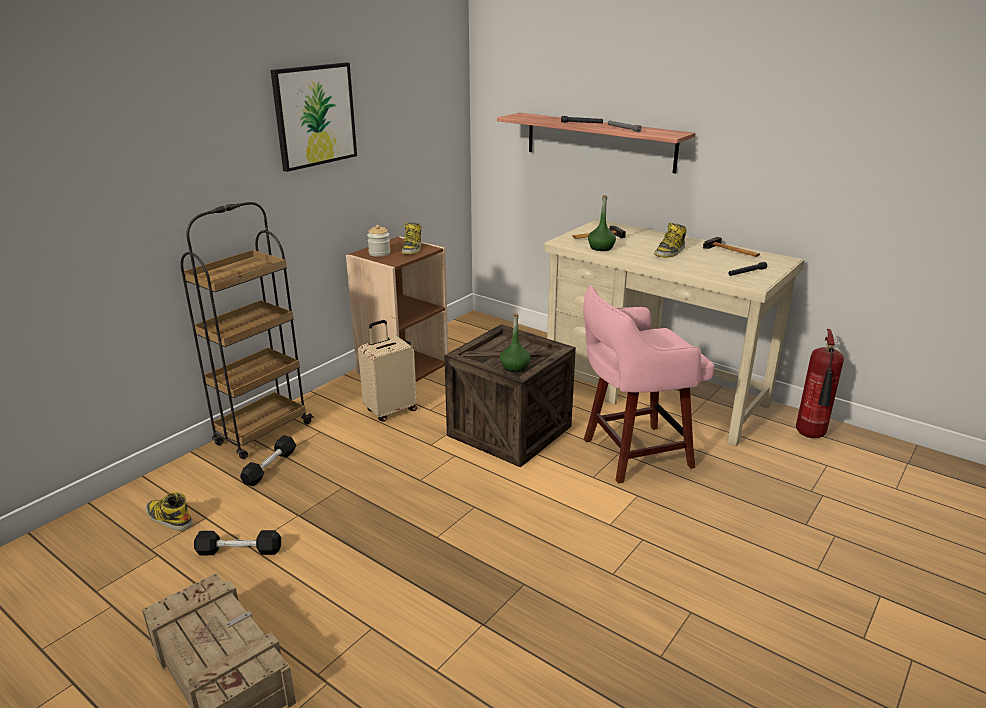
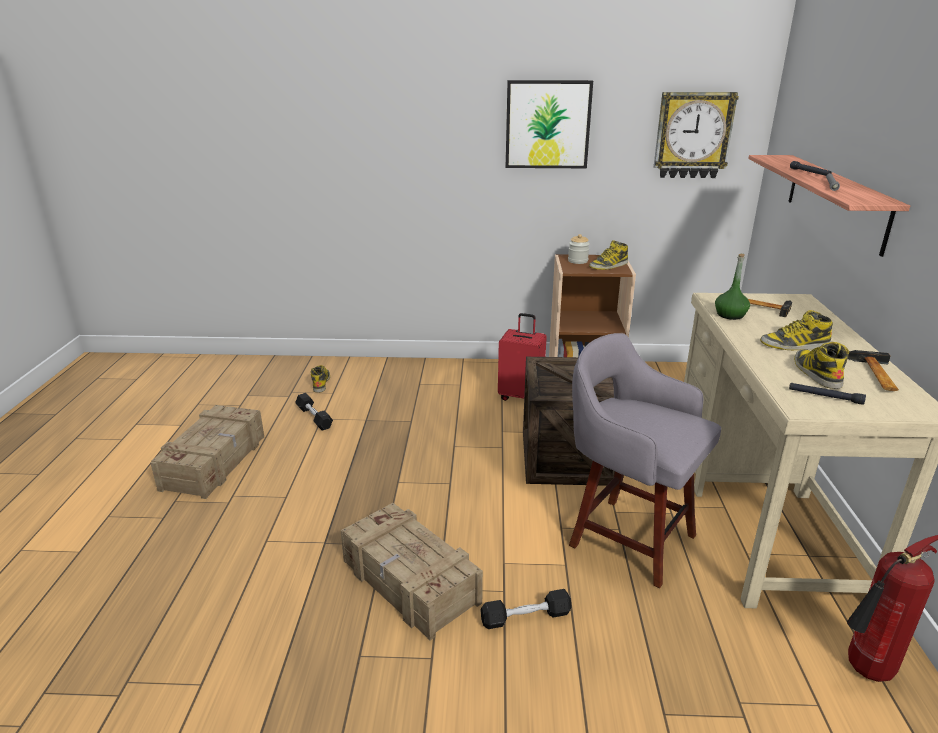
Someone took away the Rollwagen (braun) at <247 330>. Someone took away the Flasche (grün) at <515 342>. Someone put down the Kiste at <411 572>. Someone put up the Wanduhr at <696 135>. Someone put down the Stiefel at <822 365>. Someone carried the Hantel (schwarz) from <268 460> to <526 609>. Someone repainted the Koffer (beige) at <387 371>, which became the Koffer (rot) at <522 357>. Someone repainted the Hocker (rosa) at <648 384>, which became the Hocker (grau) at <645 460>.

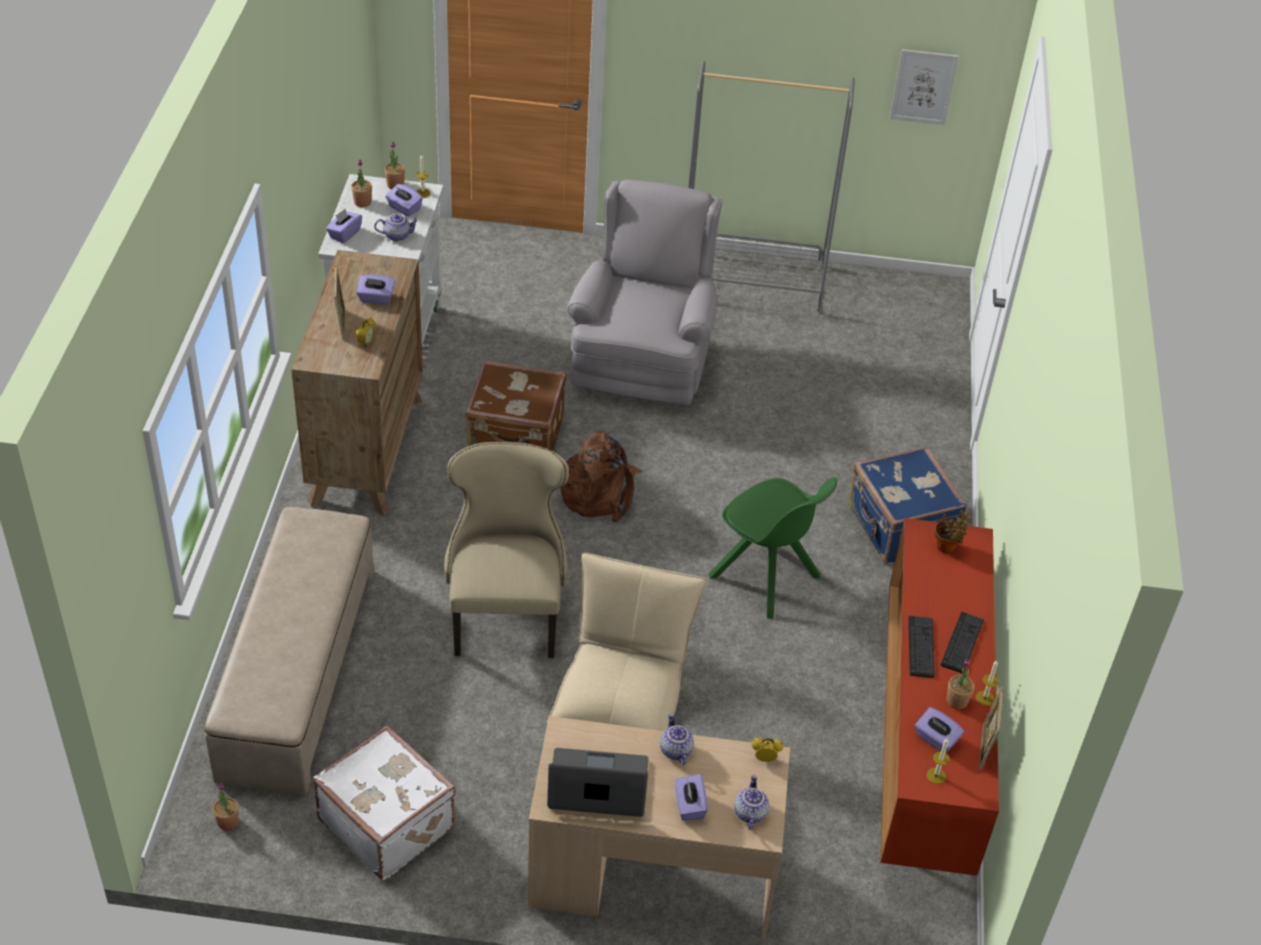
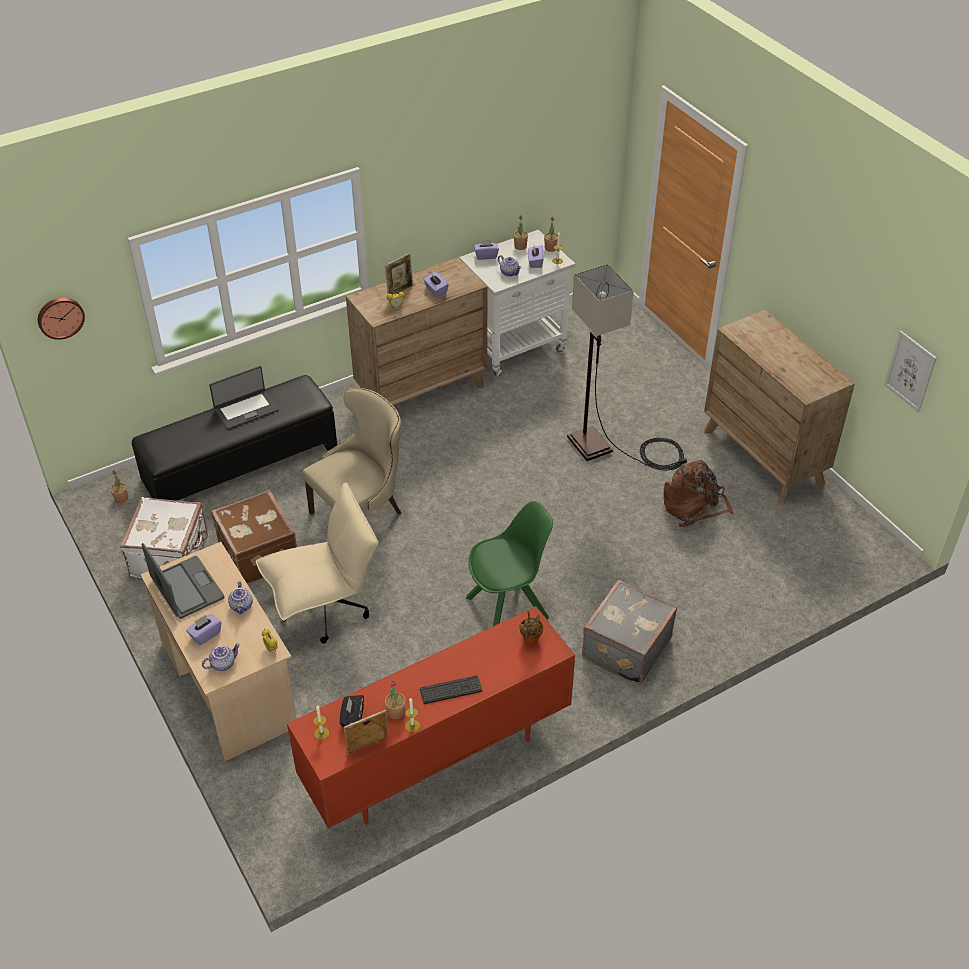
Someone took away the Tastatur at <921 647>. Someone put up the Wanduhr at <61 319>. Someone put down the Laptop at <243 397>. Someone carried the Koffer (braun) from <515 405> to <254 537>. Someone carried the Rucksack (braun) from <601 477> to <699 493>. Someone swapped the Sessel (grau) at <645 292> for the Stehlampe at <627 367>. Someone swapped the Kleiderständer (grau) at <771 186> for the Kommode (braun) at <779 407>. Someone repainted the Bank (beige) at <289 651>, which became the Bank (schwarz) at <234 438>. Someone repainted the Koffer (blau) at <907 505>, which became the Koffer (grau) at <629 632>. Someone repainted the Taschentuchbox (lila) at <939 730>, which became the Taschentuchbox (schwarz) at <352 711>. Someone rotated the Teekanne at <677 739> by 135 degrees clockwise. Someone rotated the Stuhl (grün) at <772 548> by 120 degrees counterclockwise.

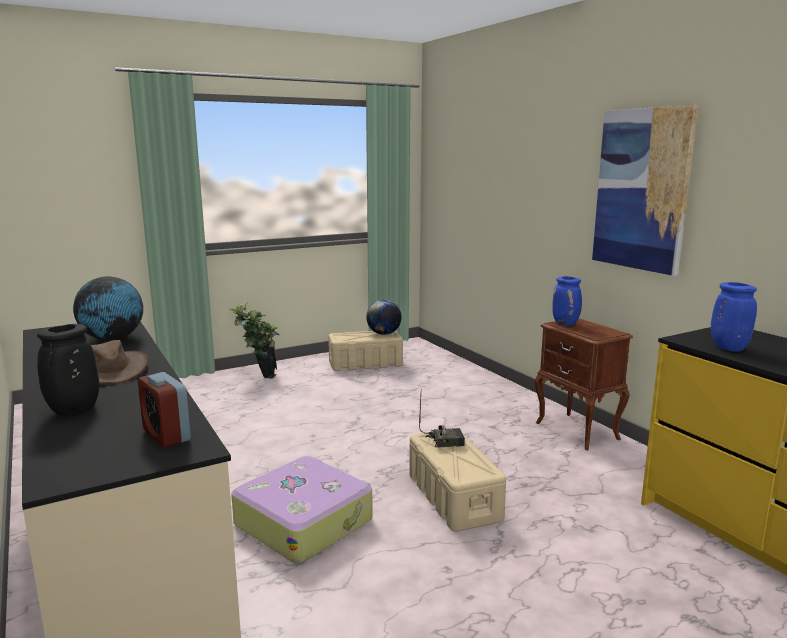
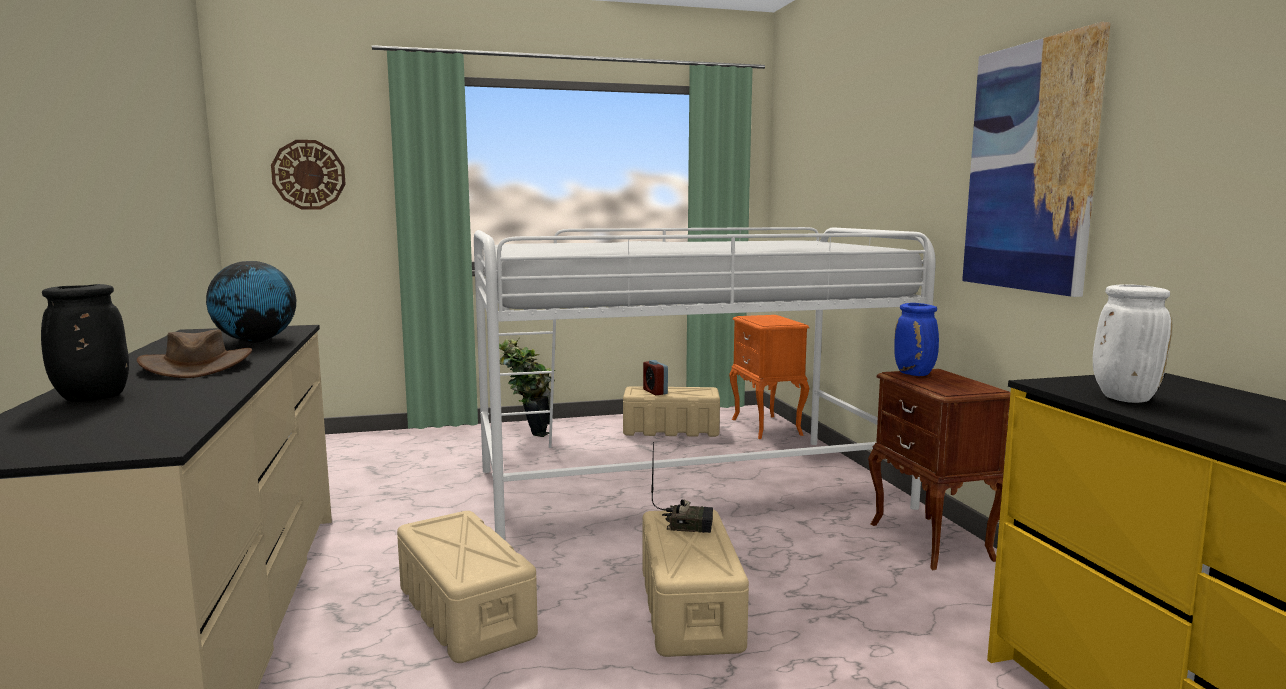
Someone took away the Globus at <384 317>. Someone put up the Wanduhr at <308 174>. Someone put down the Bett (weiß) at <705 384>. Someone put down the Nachttisch (orange) at <769 377>. Someone carried the Wecker from <164 410> to <655 377>. Someone swapped the Koffer at <302 509> for the Aufbewahrungsbox (beige) at <467 587>. Someone repainted the Vase (blau) at <734 317>, which became the Vase (weiß) at <1132 343>.

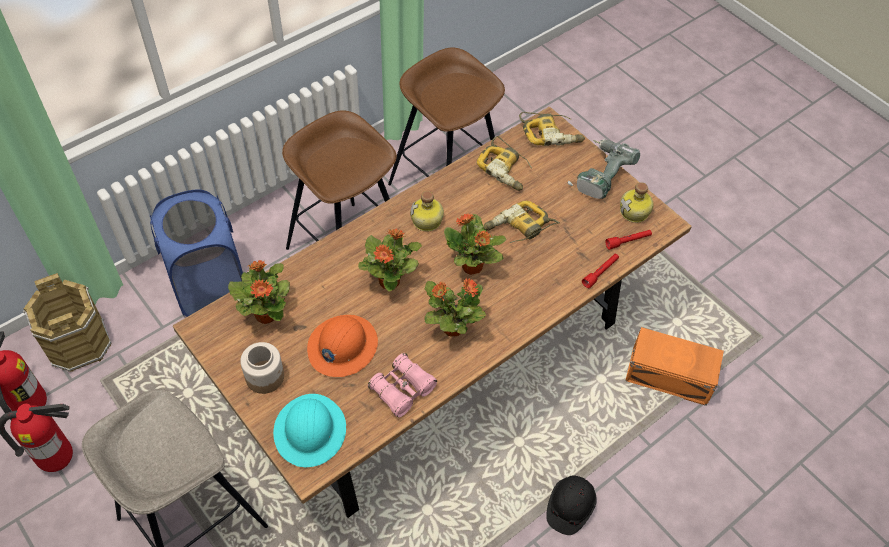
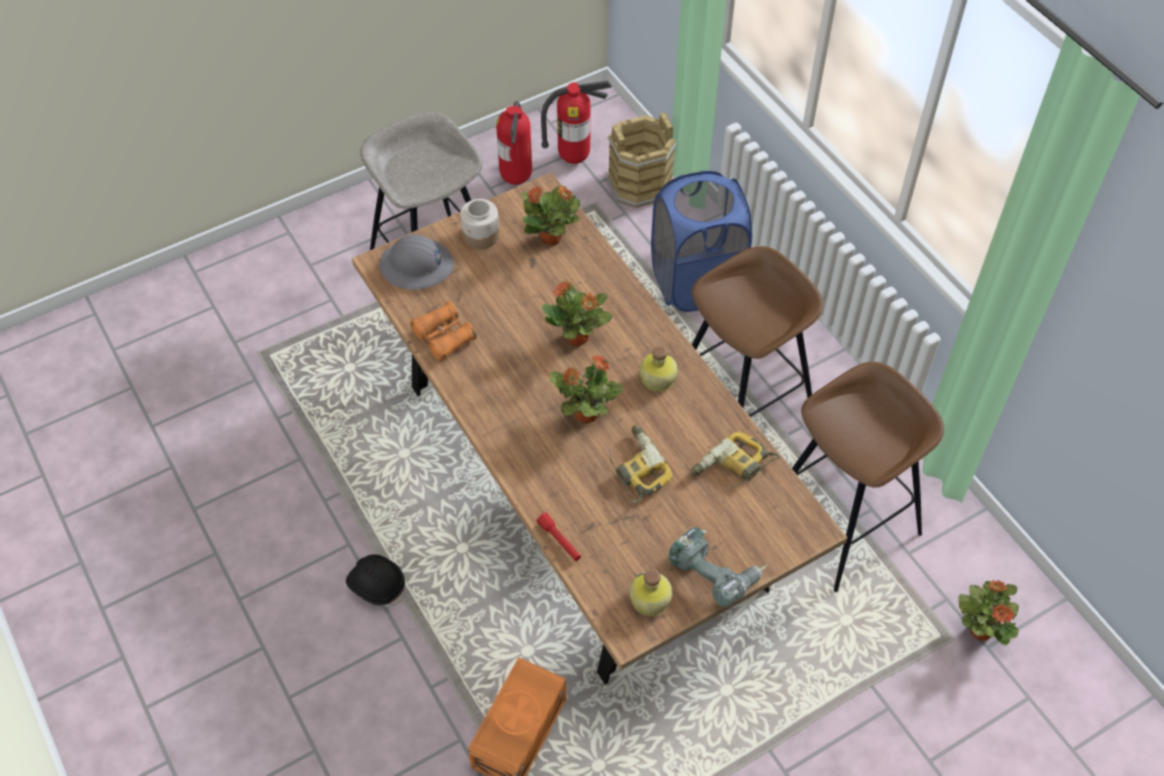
Someone took away the Schutzhelm (orange) at <342 346>. Someone took away the Bohrmaschine at <552 129>. Someone took away the Taschenlampe (rot) at <628 240>. Someone carried the Topfpflanze from <455 307> to <988 613>. Someone repainted the Schutzhelm (türkis) at <309 431>, which became the Schutzhelm (grau) at <416 262>. Someone repainted the Fernglas (rosa) at <402 385>, which became the Fernglas (orange) at <443 331>.

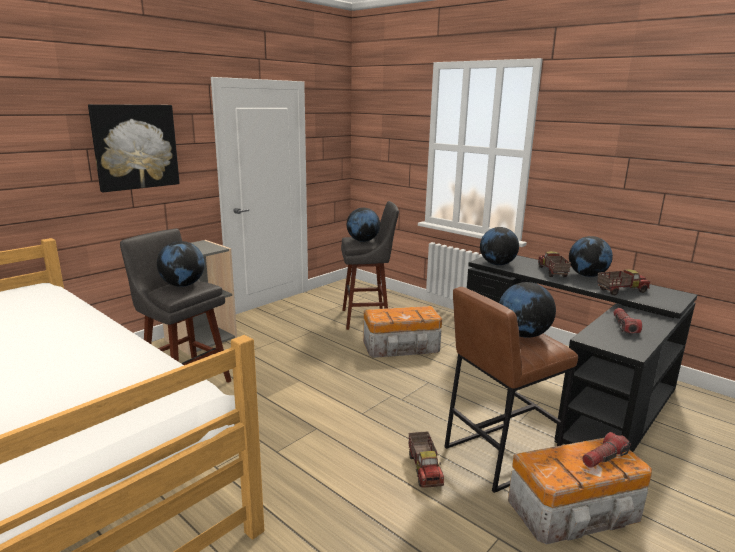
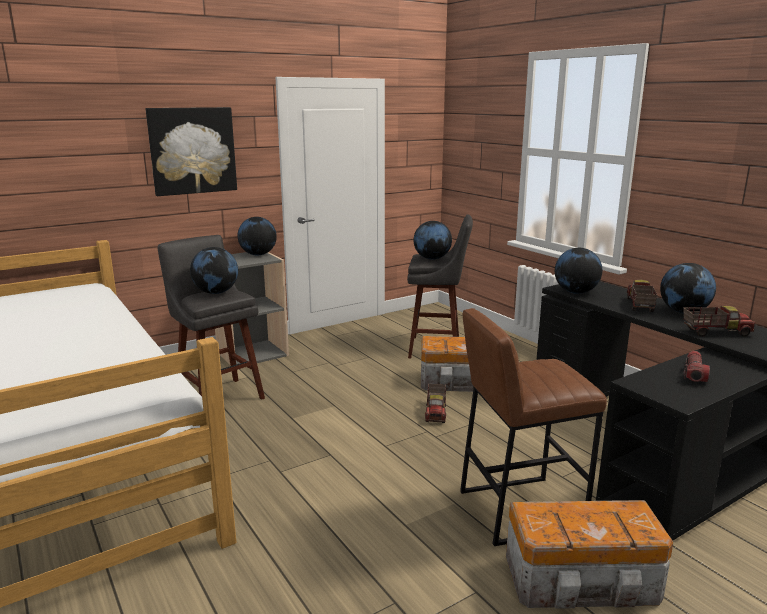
Someone took away the Taschenlampe at <606 450>. Someone carried the Spielzeuglaster from <426 459> to <435 403>. Someone carried the Globus from <527 310> to <257 236>.

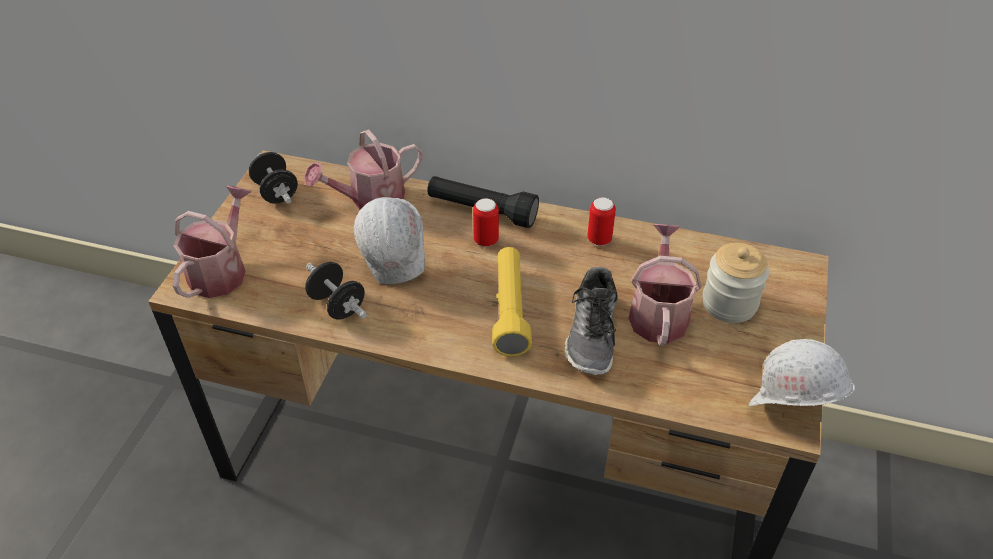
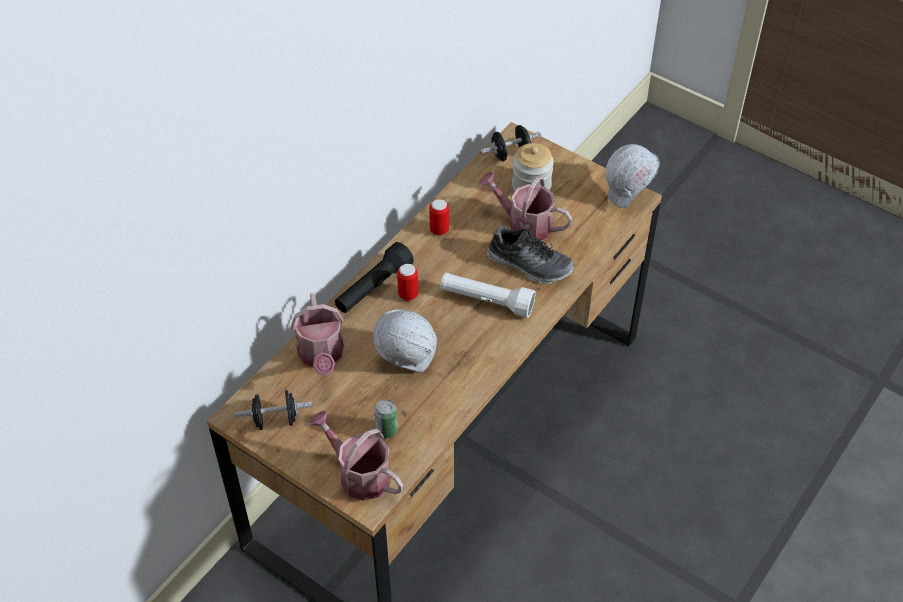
Someone put down the Dose at <386 418>. Someone carried the Hantel (schwarz) from <336 291> to <510 143>. Someone repainted the Taschenlampe (gelb) at <512 301>, which became the Taschenlampe (weiß) at <488 295>.

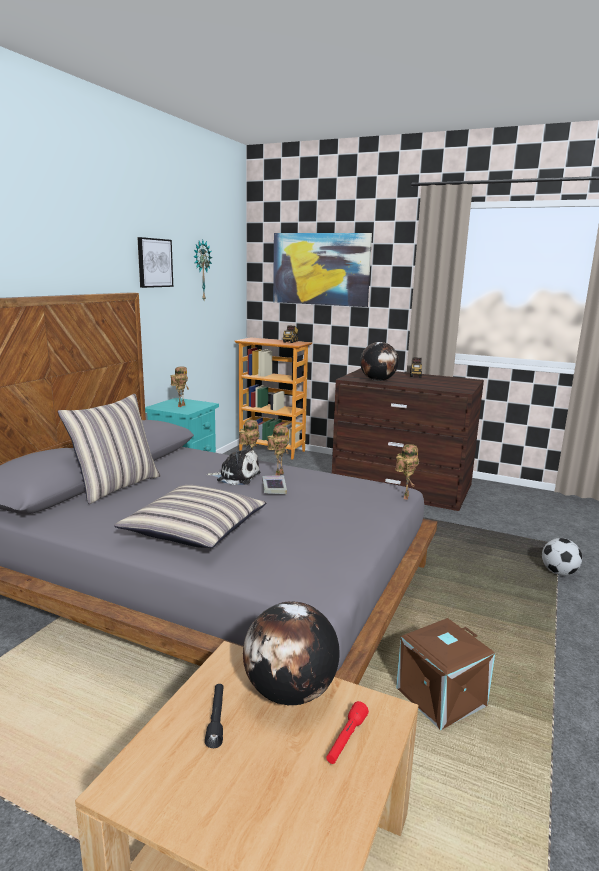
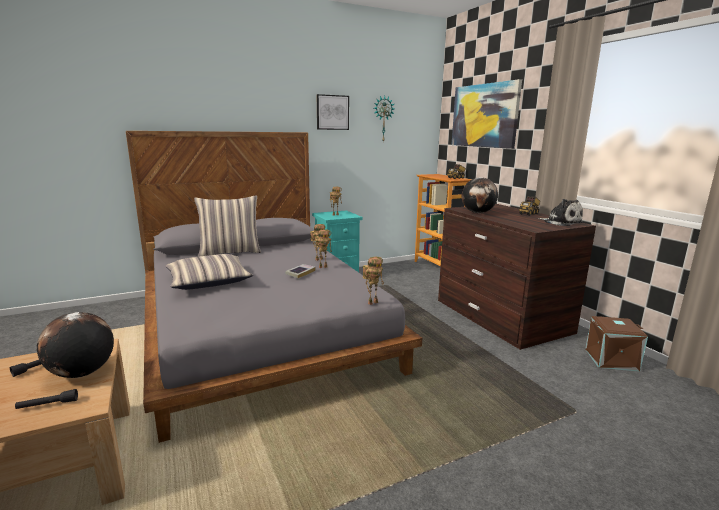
Someone took away the Fußball at <562 556>. Someone carried the Plüschtier from <233 465> to <560 212>. Someone carried the Aufbewahrungsbox (braun) from <445 674> to <616 344>. Someone repainted the Taschenlampe (rot) at <347 732>, which became the Taschenlampe (schwarz) at <46 399>.

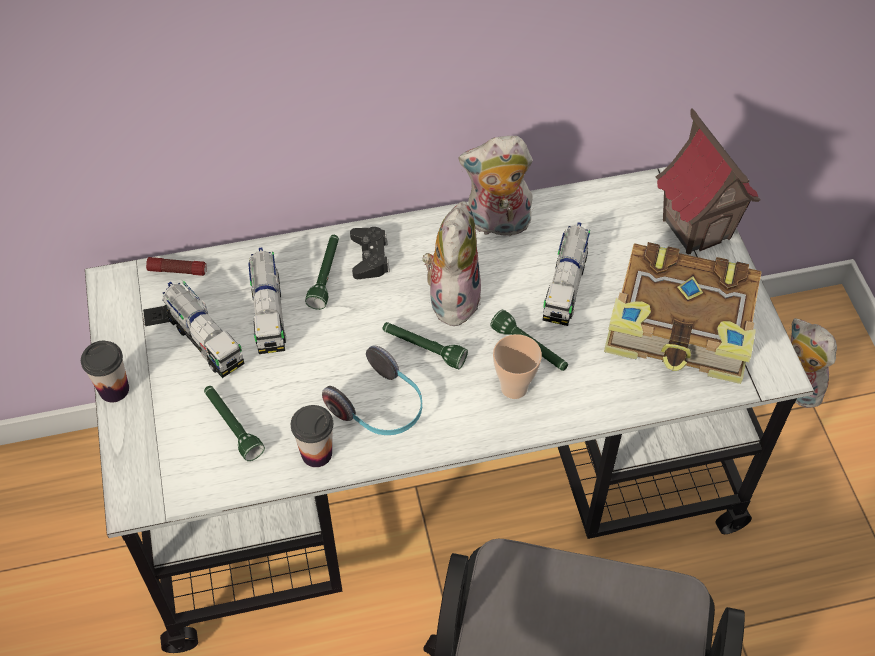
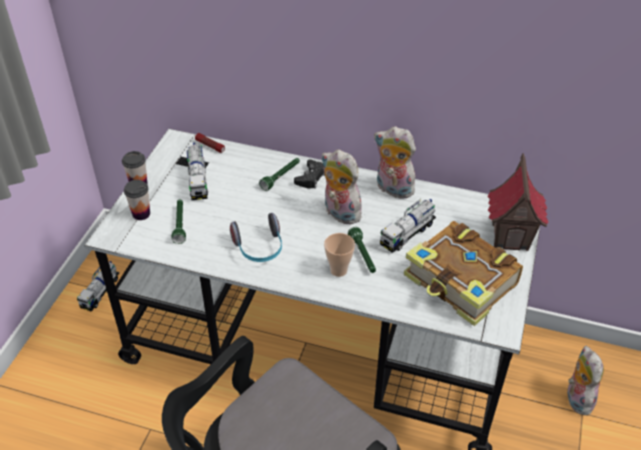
Someone took away the Taschenlampe (grün) at <425 345>. Someone carried the Spielzeuglaster from <267 301> to <98 286>. Someone carried the Tasse from <312 436> to <137 200>. Someone rotated the Plüschtier at <451 264> by 90 degrees counterclockwise.

